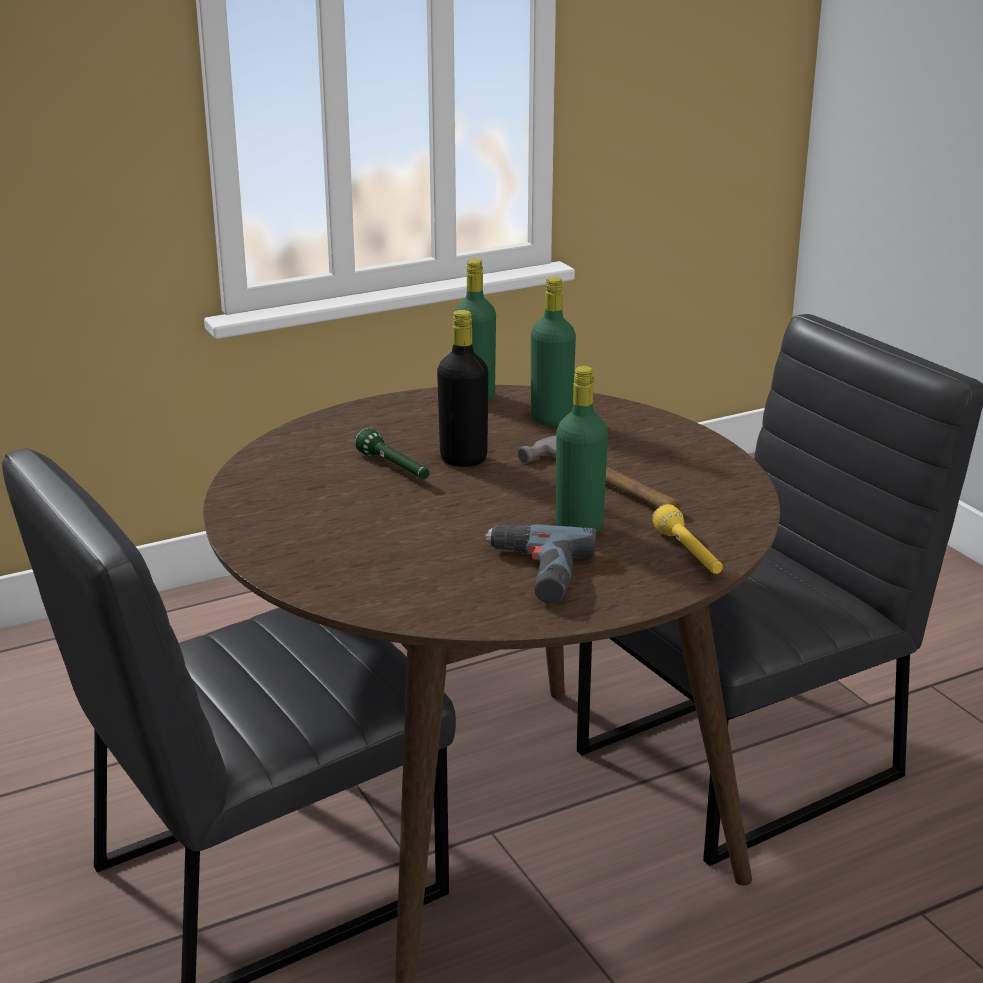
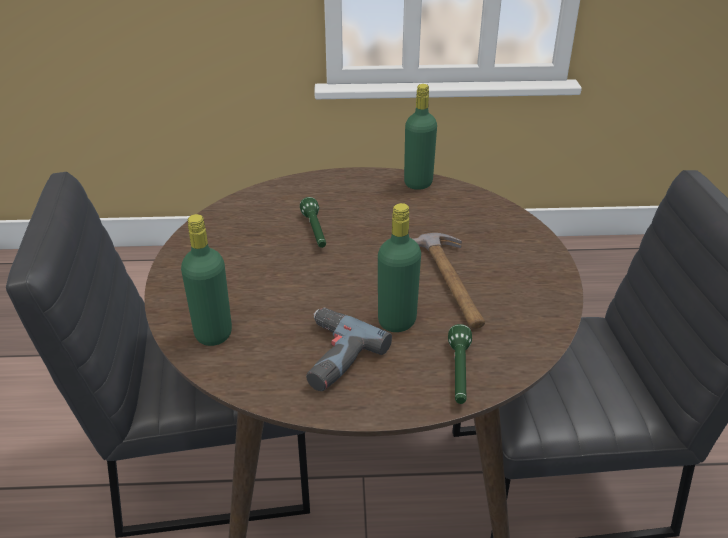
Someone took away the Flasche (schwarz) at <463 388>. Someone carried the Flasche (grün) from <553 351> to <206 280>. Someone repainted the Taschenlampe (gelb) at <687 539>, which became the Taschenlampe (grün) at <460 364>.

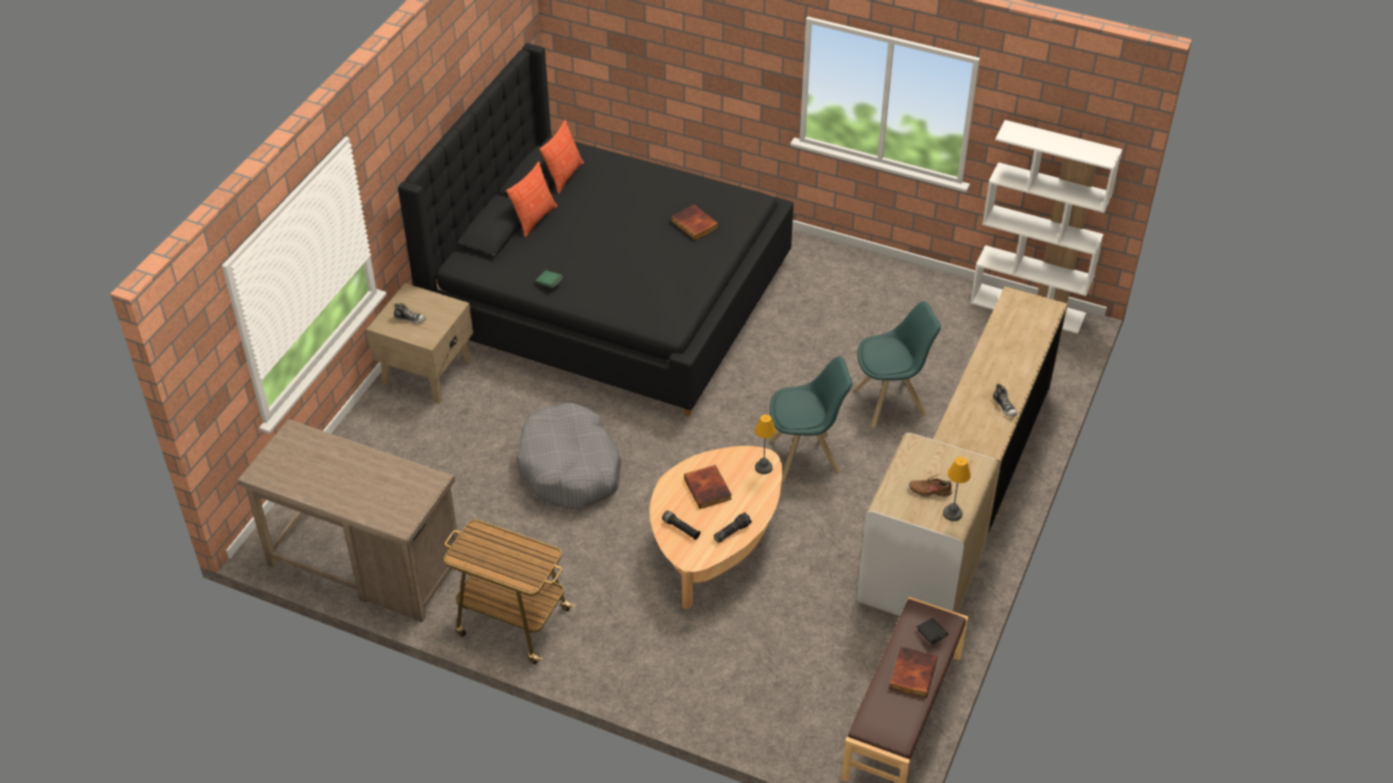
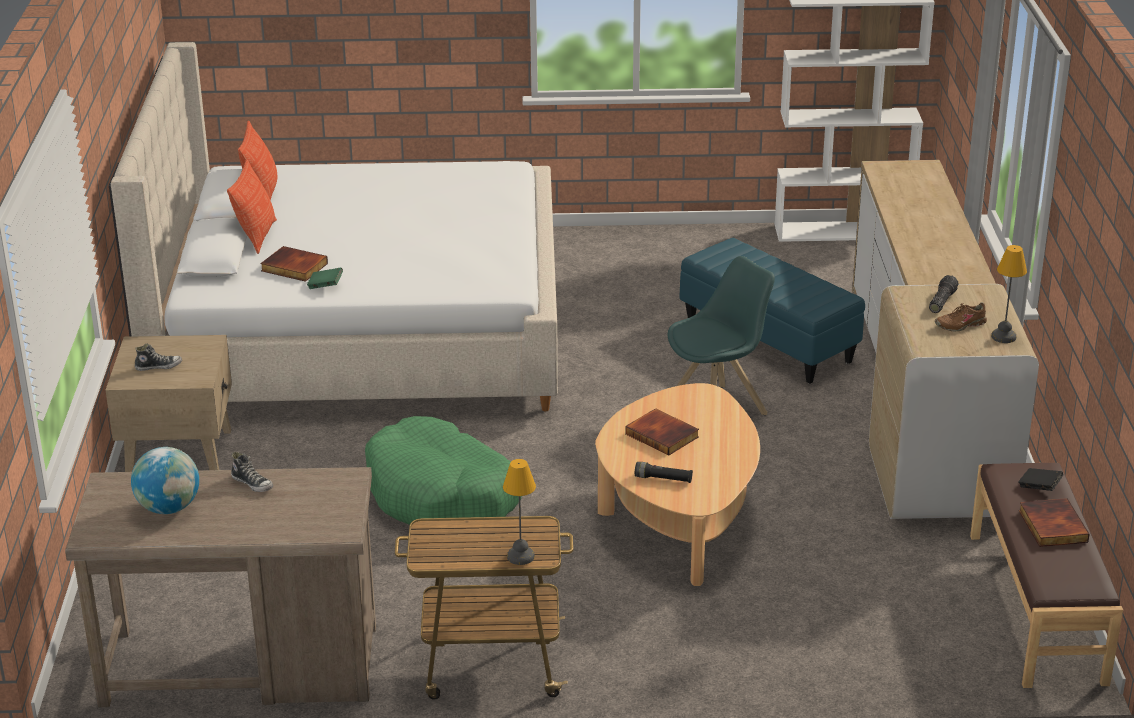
Someone put down the Globus at <165 480>. Someone carried the Buch from <695 222> to <294 264>. Someone carried the Taschenlampe from <733 527> to <943 294>. Someone carried the Tischlampe from <765 444> to <519 512>. Someone carried the Schuh from <1005 400> to <252 472>. Someone swapped the Stuhl (türkis) at <897 364> for the Polsterhocker (blau) at <772 311>. Someone repainted the Bett (schwarz) at <596 229>, which became the Bett (beige) at <333 226>. Someone repainted the Hundebett (grau) at <569 456>, which became the Hundebett (grün) at <443 470>.

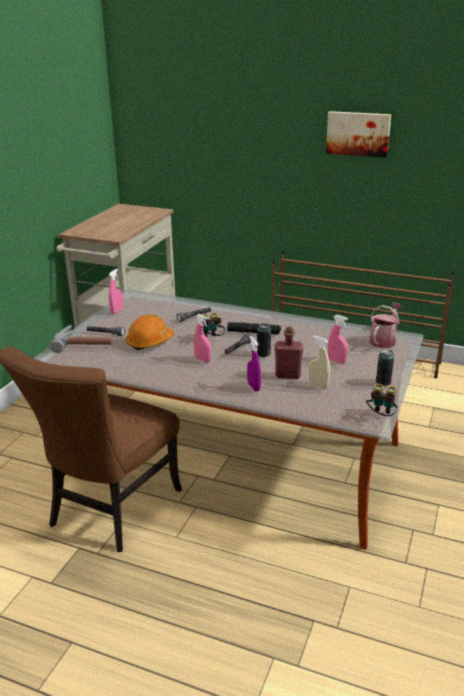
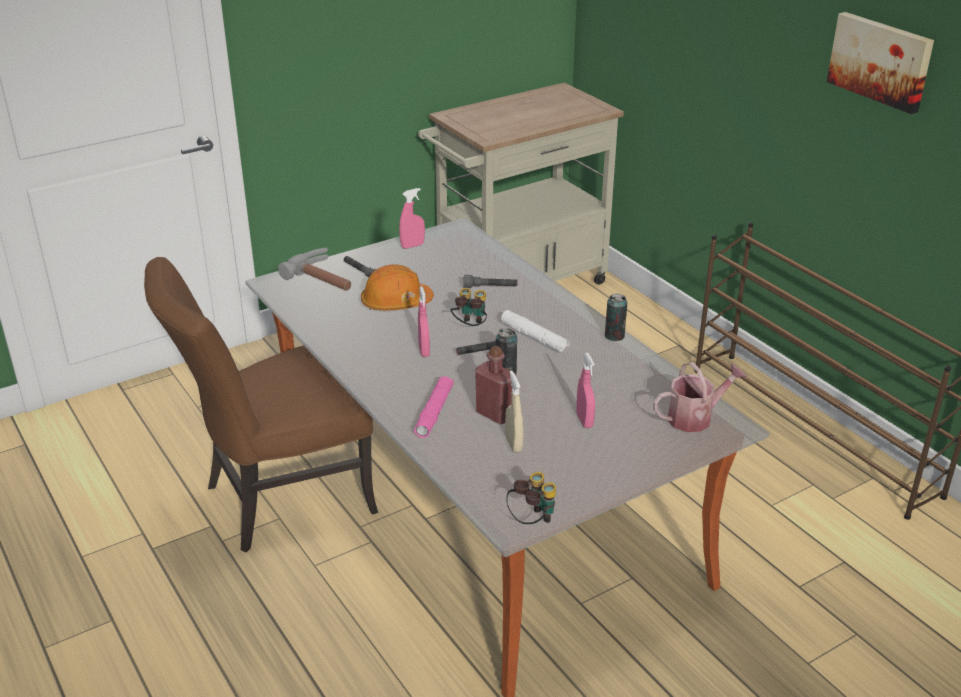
Someone carried the Dose from <385 368> to <616 317>. Someone swapped the Sprühflasche (lila) at <254 363> for the Taschenlampe (rosa) at <434 407>. Someone repainted the Taschenlampe (schwarz) at <254 328>, which became the Taschenlampe (weiß) at <535 331>.

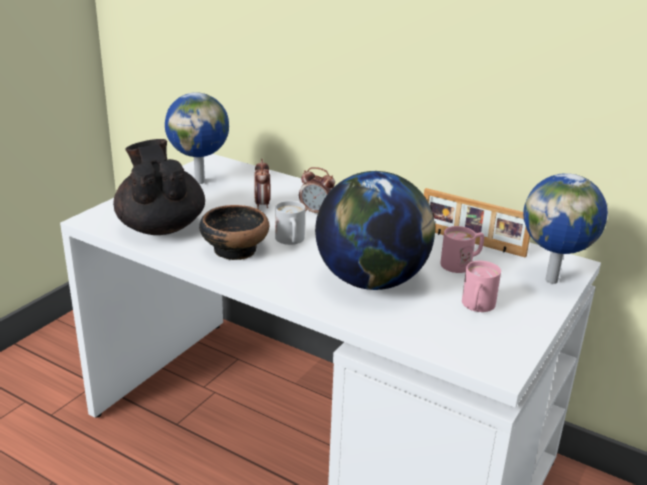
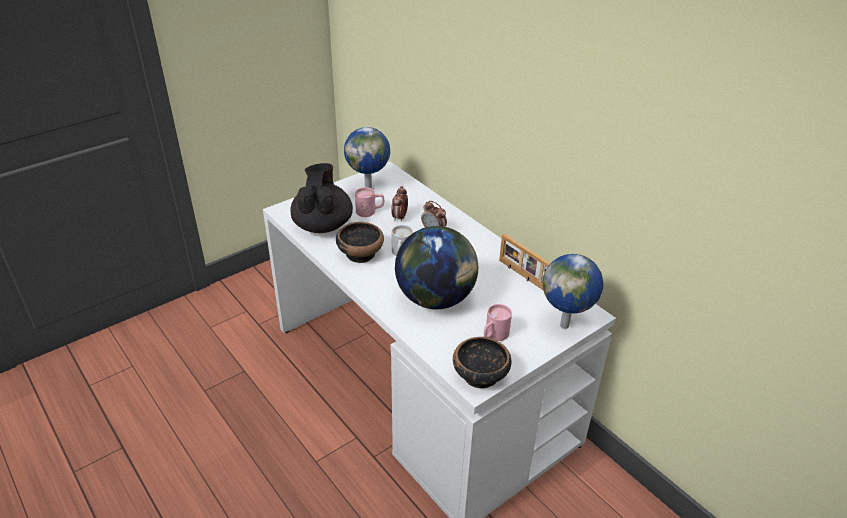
Someone put down the Schüssel at <482 363>. Someone carried the Henkelbecher (rosa) from <462 249> to <369 202>.

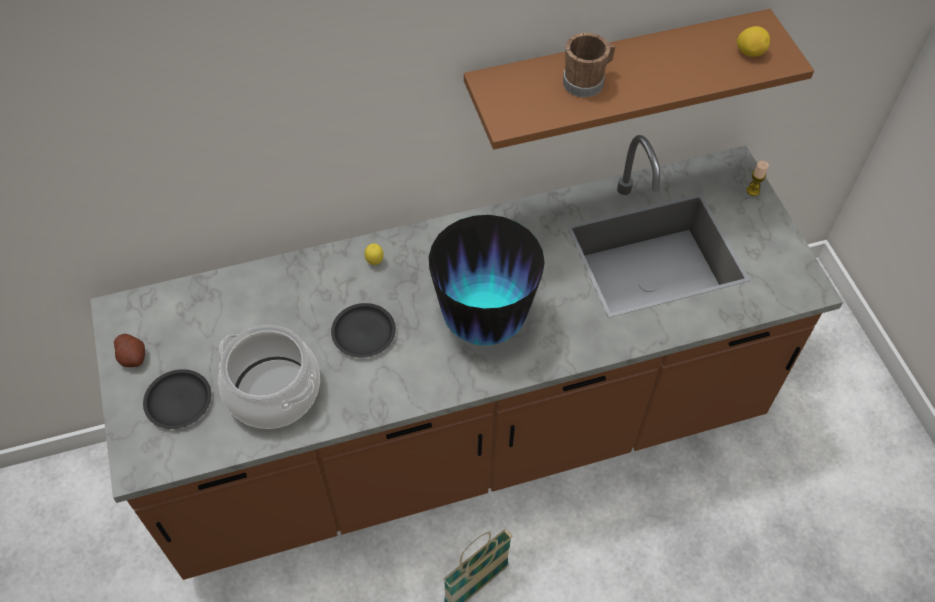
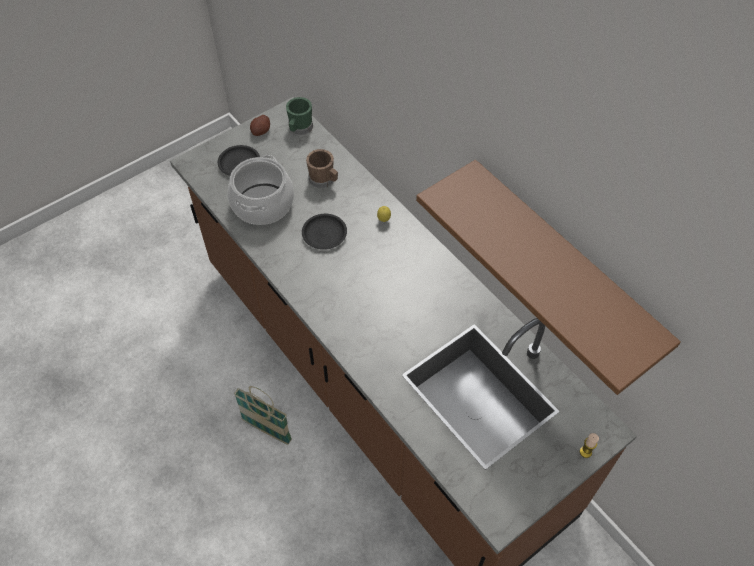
Someone took away the Vase at <487 280>. Someone took away the Zitrone at <753 41>. Someone put down the Henkelbecher (grün) at <299 116>. Someone carried the Henkelbecher (braun) from <589 65> to <322 168>.

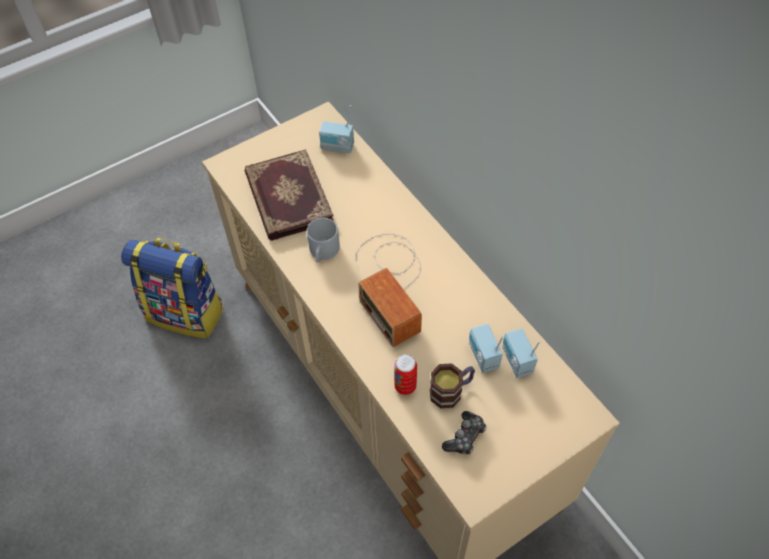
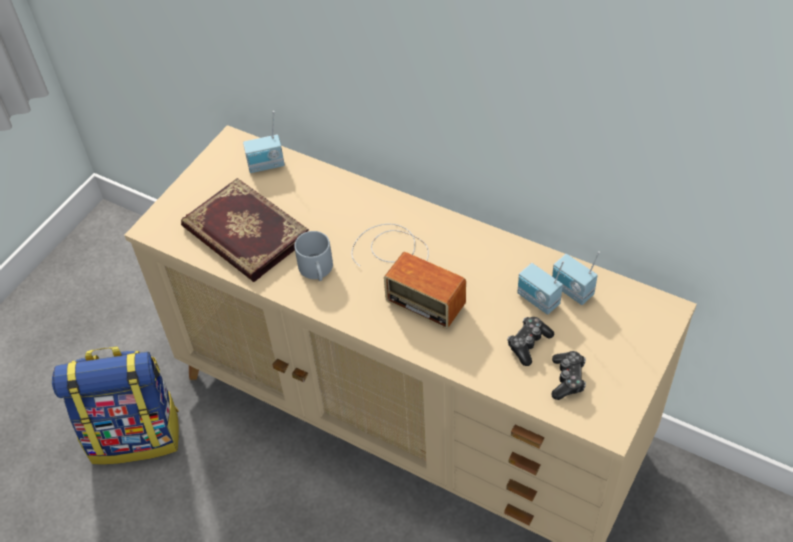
Someone took away the Dose at <405 374>. Someone swapped the Henkelbecher at <452 385> for the Gamepad at <530 341>.

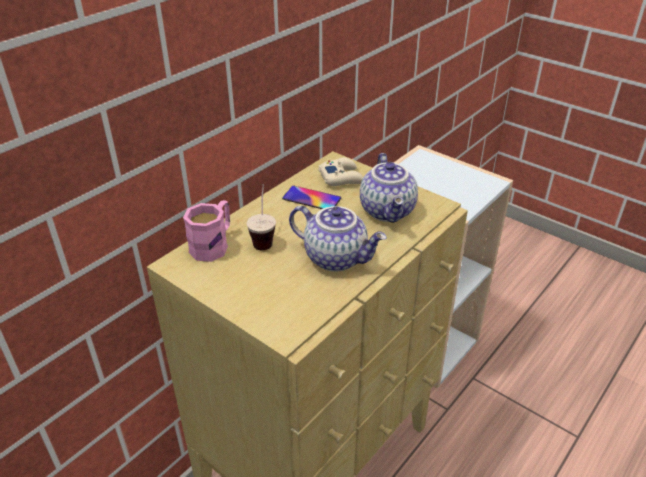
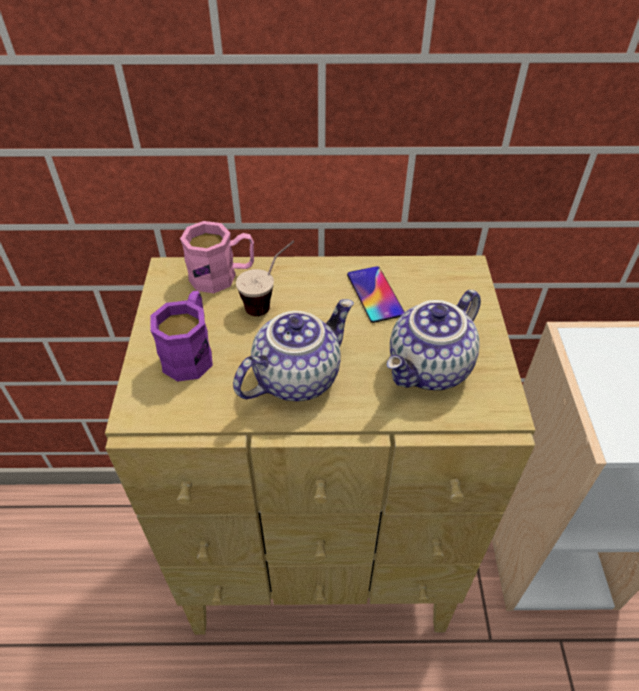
Someone took away the Gamepad (beige) at <341 171>. Someone put down the Henkelbecher (lila) at <182 336>. Someone rotated the Teekanne at <338 238> by 120 degrees counterclockwise.

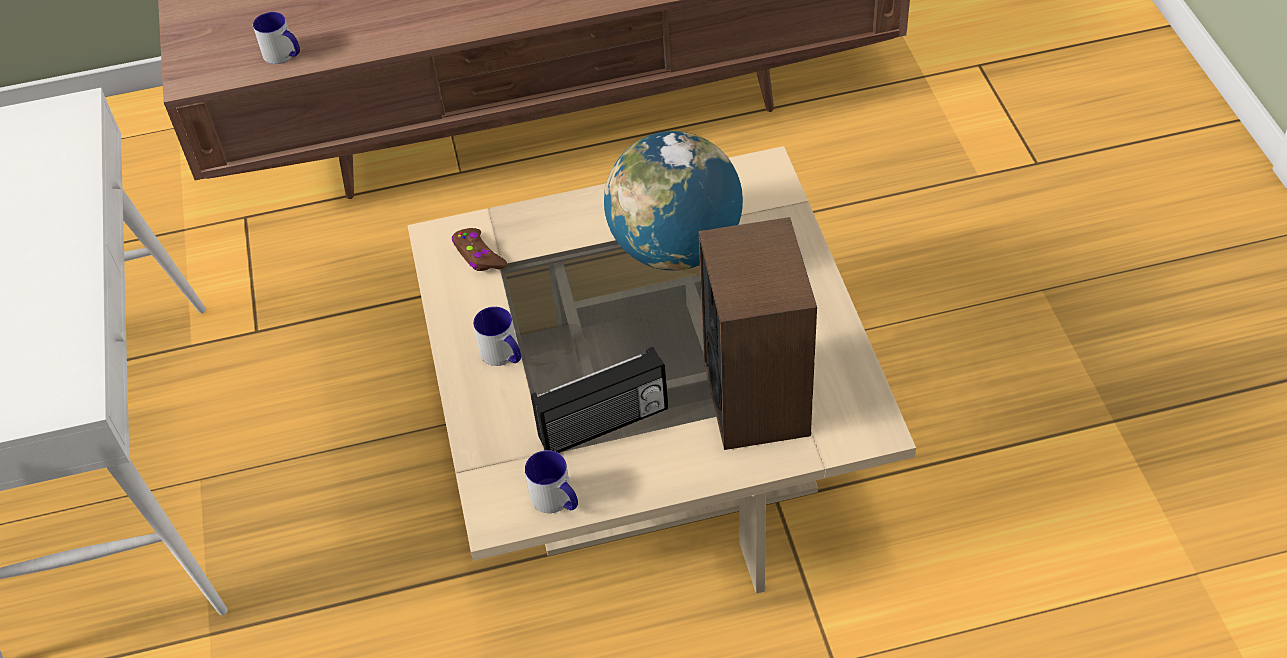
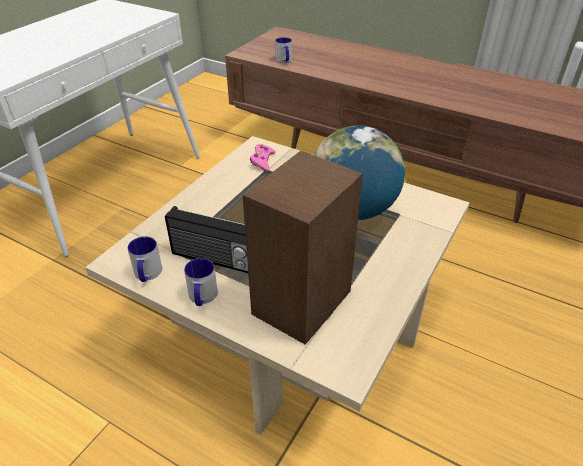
Someone carried the Henkelbecher from <497 336> to <201 282>. Someone repainted the Gamepad (braun) at <479 249>, which became the Gamepad (rosa) at <263 157>.

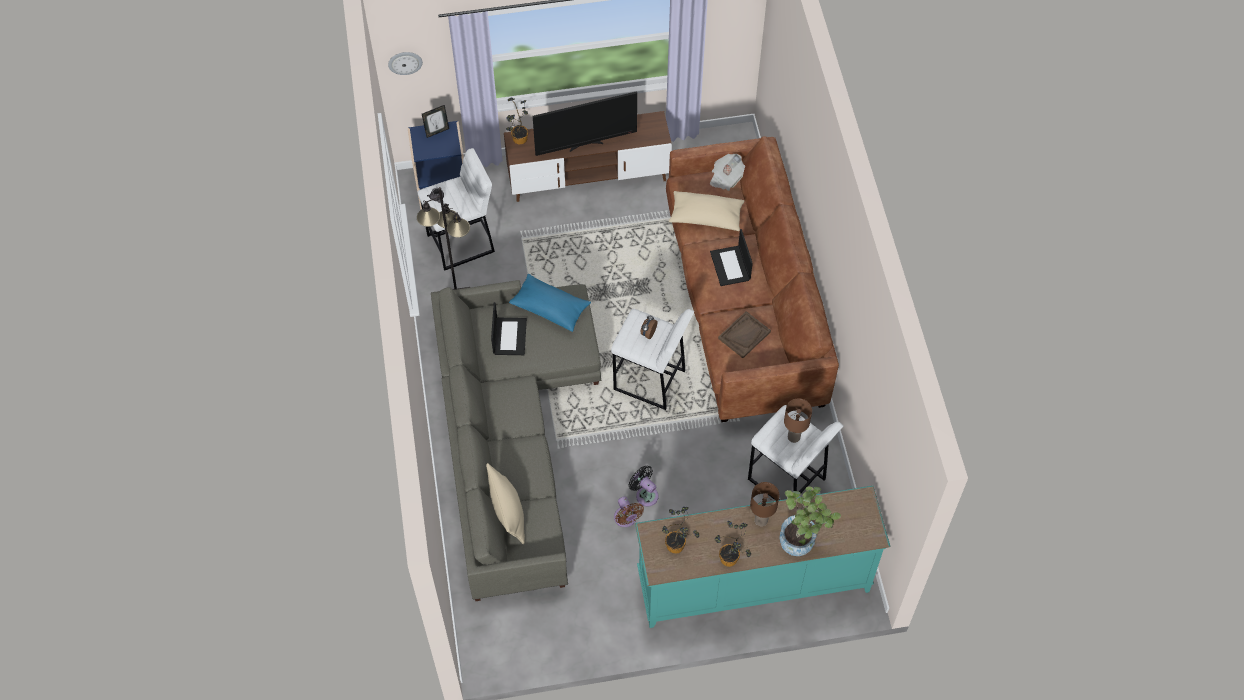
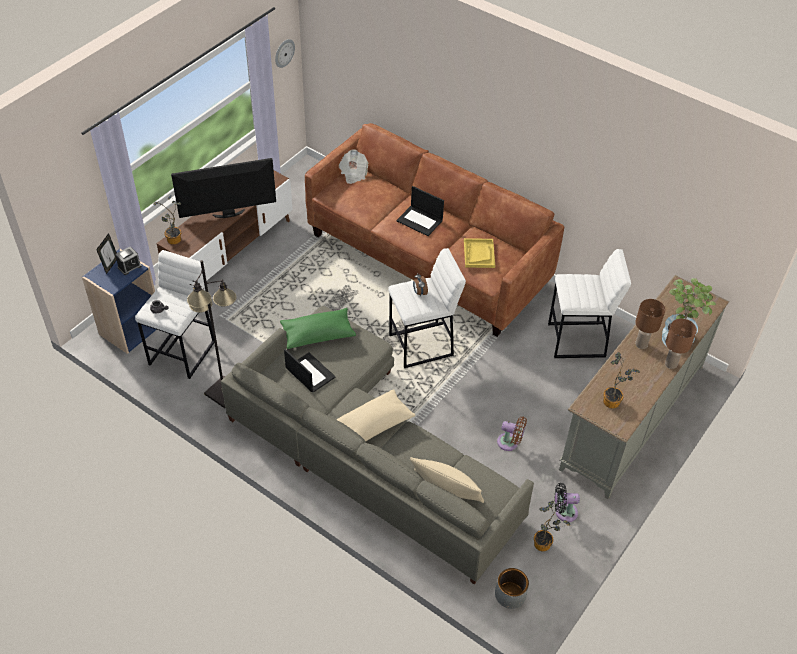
Someone put down the Wecker at <129 261>. Someone put down the Pflanzkübel (grau) at <512 588>. Someone carried the Wanduhr from <405 63> to <285 53>. Someone carried the Ventilator (schwarz) from <644 485> to <567 502>. Someone carried the Kissen (beige) from <706 211> to <376 415>. Someone carried the Topfpflanze from <733 544> to <552 526>. Someone carried the Tischlampe (braun) from <798 420> to <681 344>. Someone repainted the Kissen (blau) at <550 303>, which became the Kissen (grün) at <318 328>. Someone repainted the Schrank (türkis) at <763 557>, which became the Schrank (grau) at <644 387>. Someone repainted the Tablett (braun) at <744 334>, which became the Tablett (gelb) at <479 253>. Someone rotated the Fernseher at <585 123> by 135 degrees counterclockwise.

